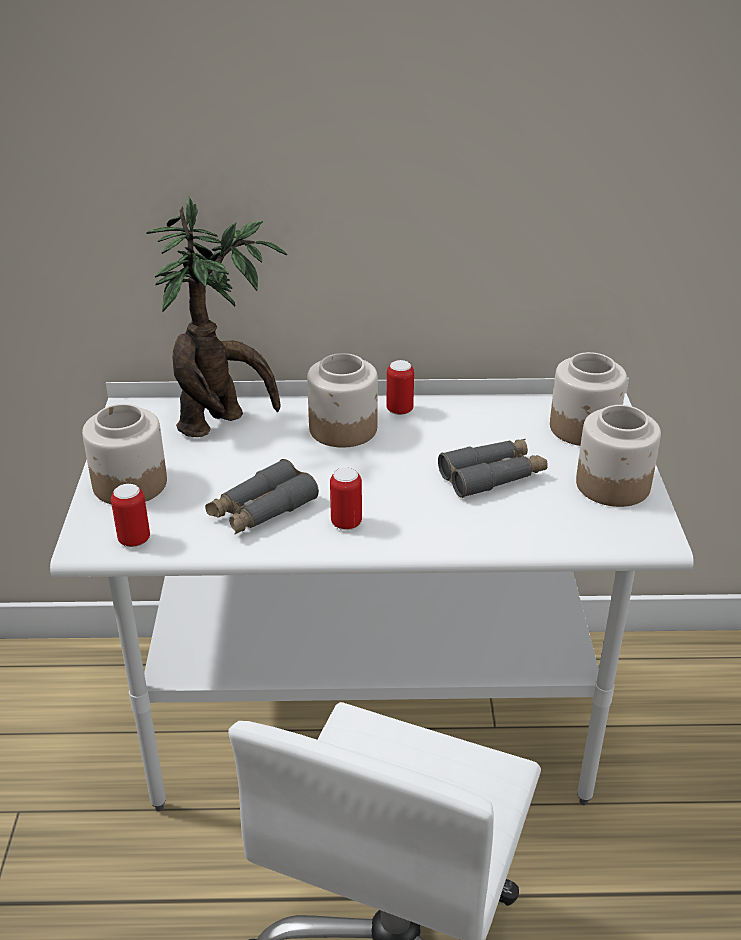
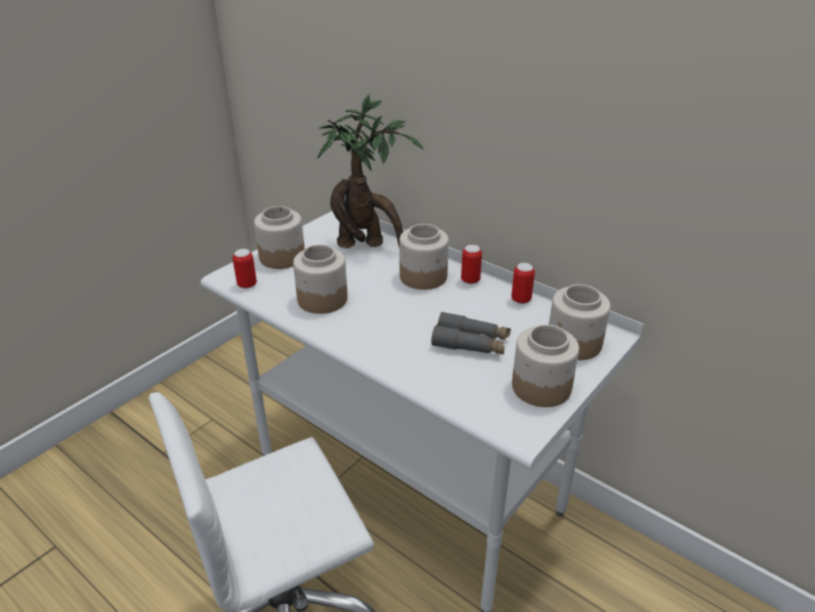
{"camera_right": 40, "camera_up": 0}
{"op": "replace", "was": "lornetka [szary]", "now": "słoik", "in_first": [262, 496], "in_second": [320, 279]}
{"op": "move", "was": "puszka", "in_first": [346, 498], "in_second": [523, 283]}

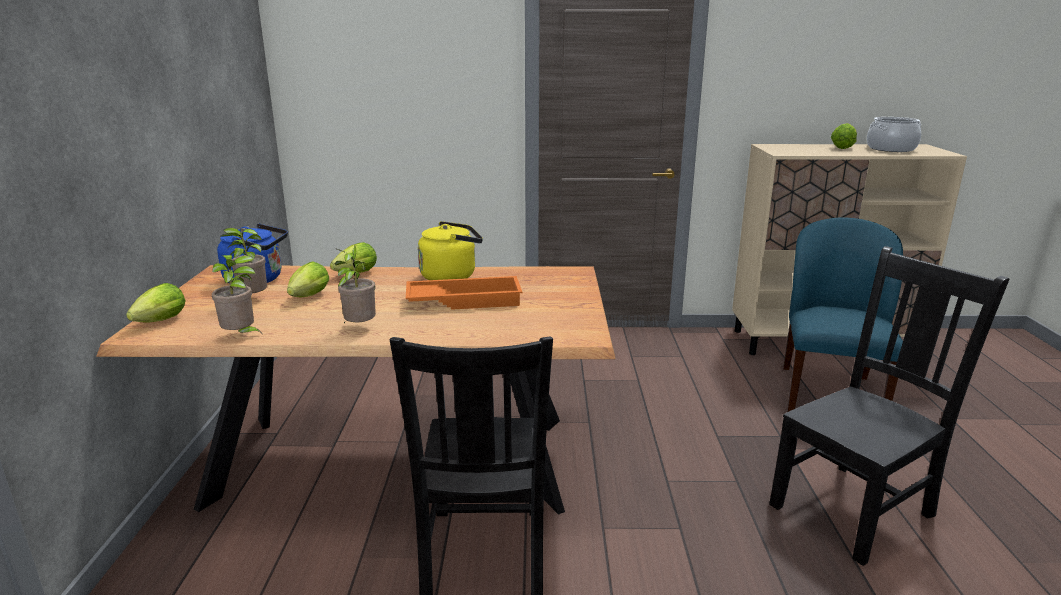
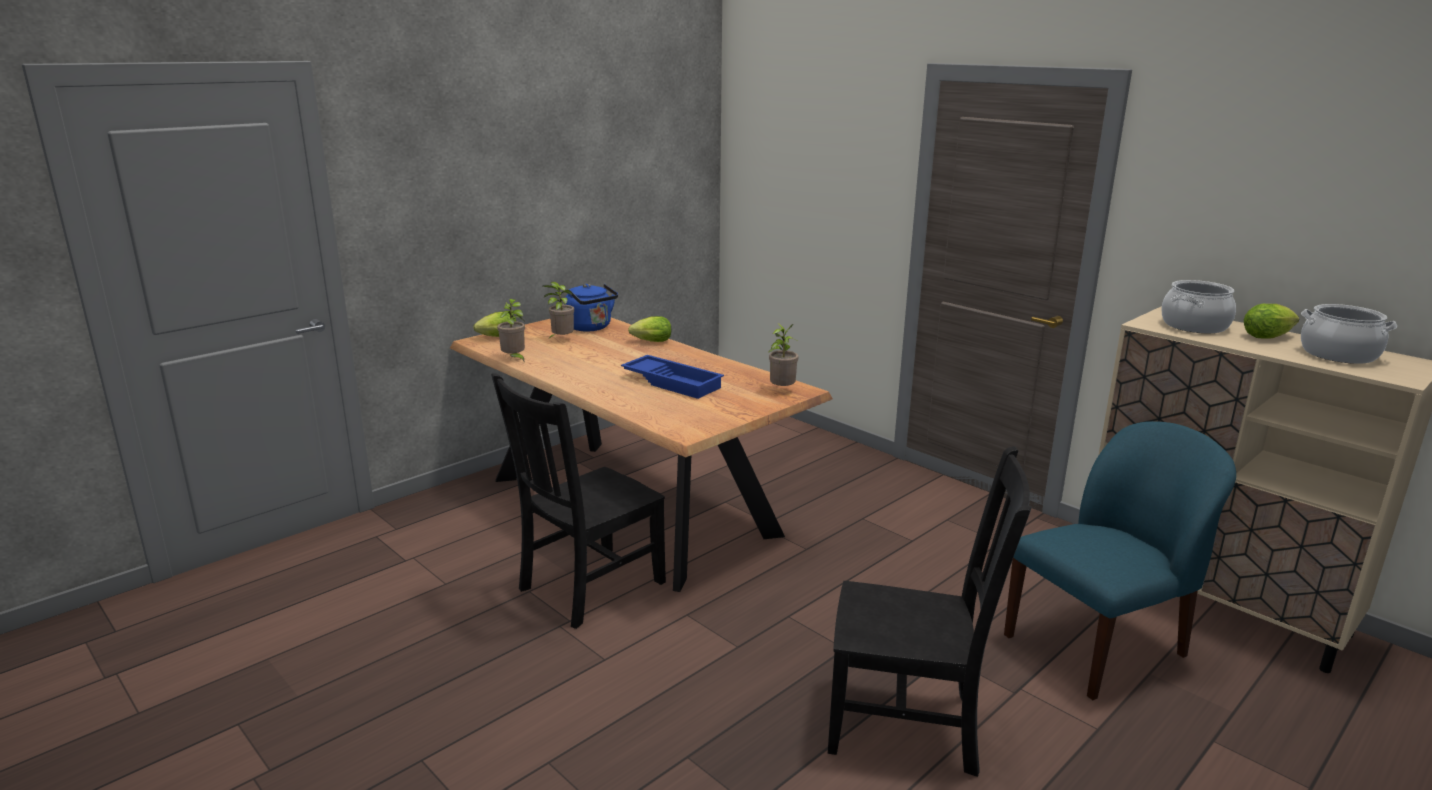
{"camera_right": 45, "camera_up": 0}
{"op": "delete", "was": "czajnik [żółty]", "in_first": [450, 250]}
{"op": "move", "was": "roślina doniczkowa", "in_first": [355, 284], "in_second": [783, 354]}
{"op": "delete", "was": "sałata", "in_first": [308, 279]}
{"op": "recolor", "was": "taca [pomarańczowy]", "now": "taca [niebieski]", "in_first": [464, 293], "in_second": [672, 377]}
{"op": "insert", "now": "garnek", "in_second": [1198, 306]}

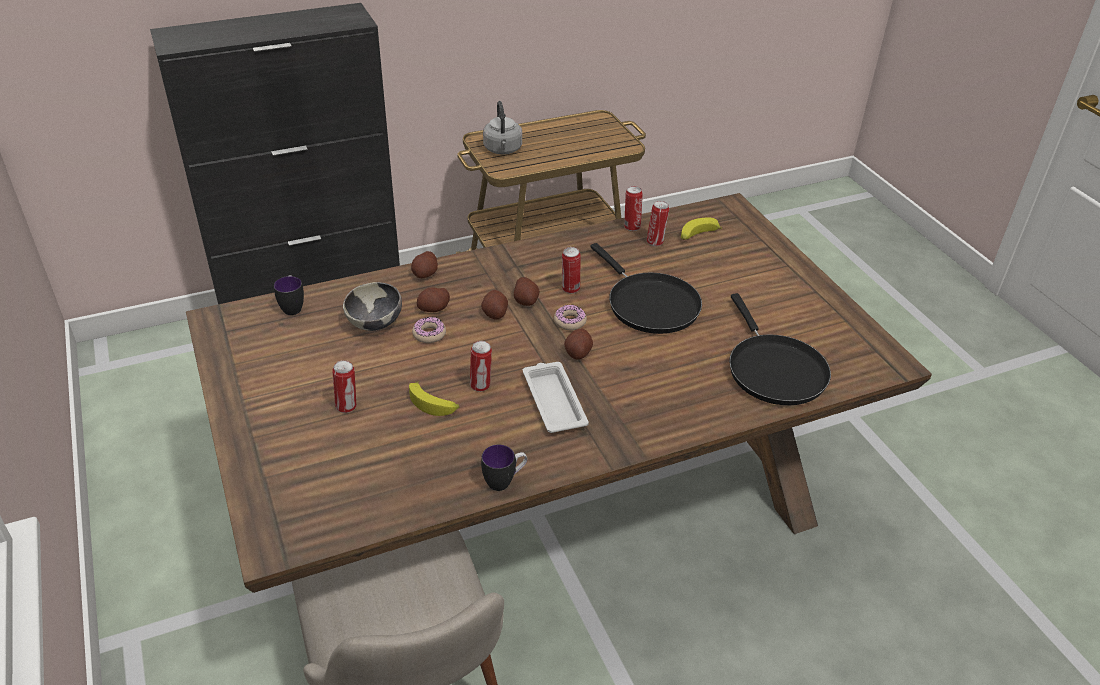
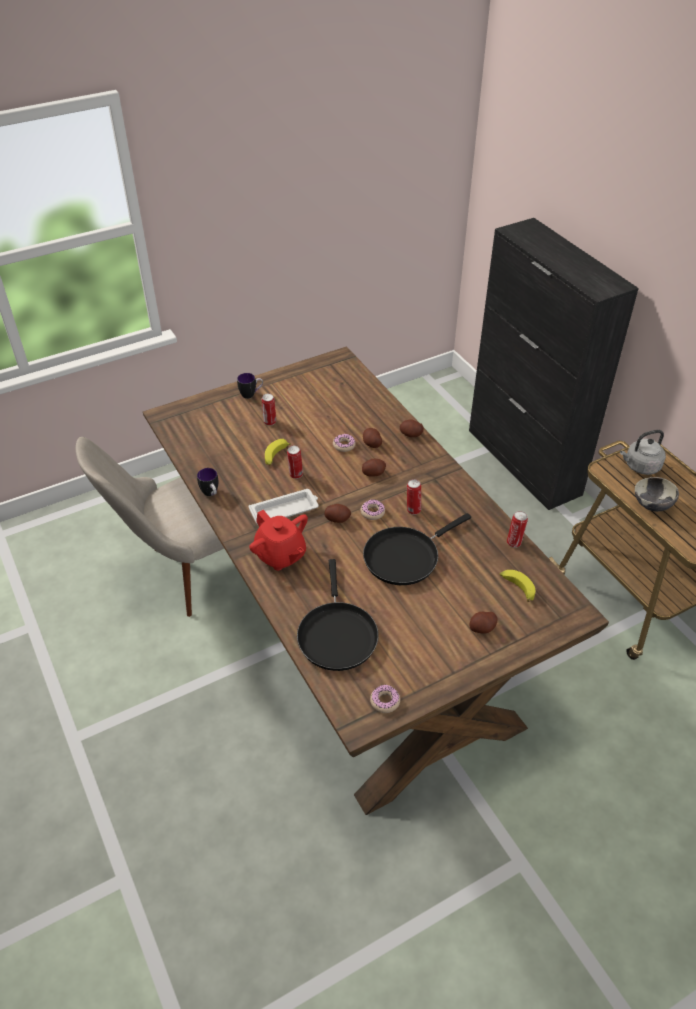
{"camera_right": 85, "camera_up": 5}
{"op": "delete", "was": "puszka", "in_first": [658, 223]}
{"op": "move", "was": "kubek", "in_first": [289, 295], "in_second": [250, 386]}
{"op": "move", "was": "ziemniak", "in_first": [527, 291], "in_second": [483, 622]}
{"op": "move", "was": "miska", "in_first": [372, 306], "in_second": [657, 494]}
{"op": "rotate", "was": "patelnia [czarny]", "in_first": [780, 349], "in_second": [338, 615], "clockwise": -75}
{"op": "insert", "now": "imbryk [czerwony]", "in_second": [278, 540]}
{"op": "insert", "now": "donut", "in_second": [385, 699]}

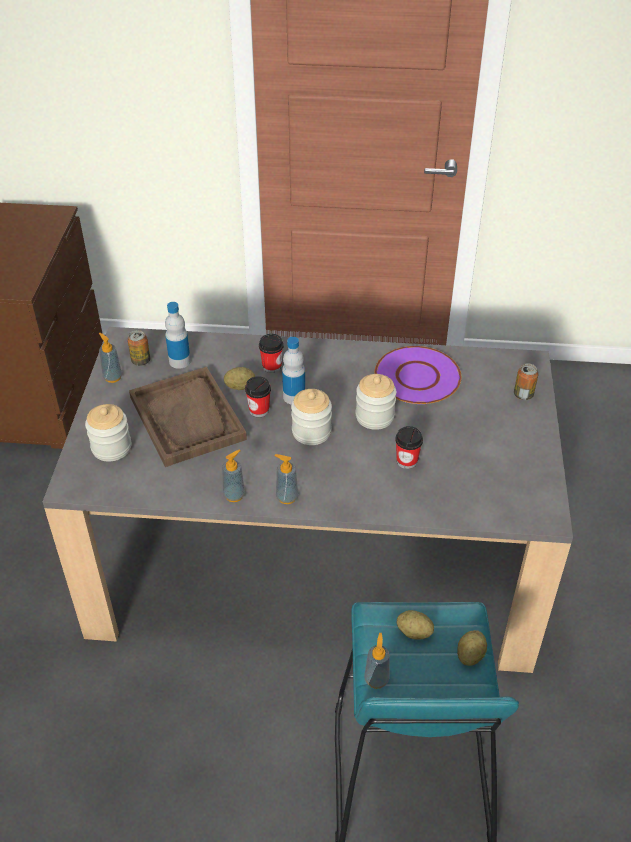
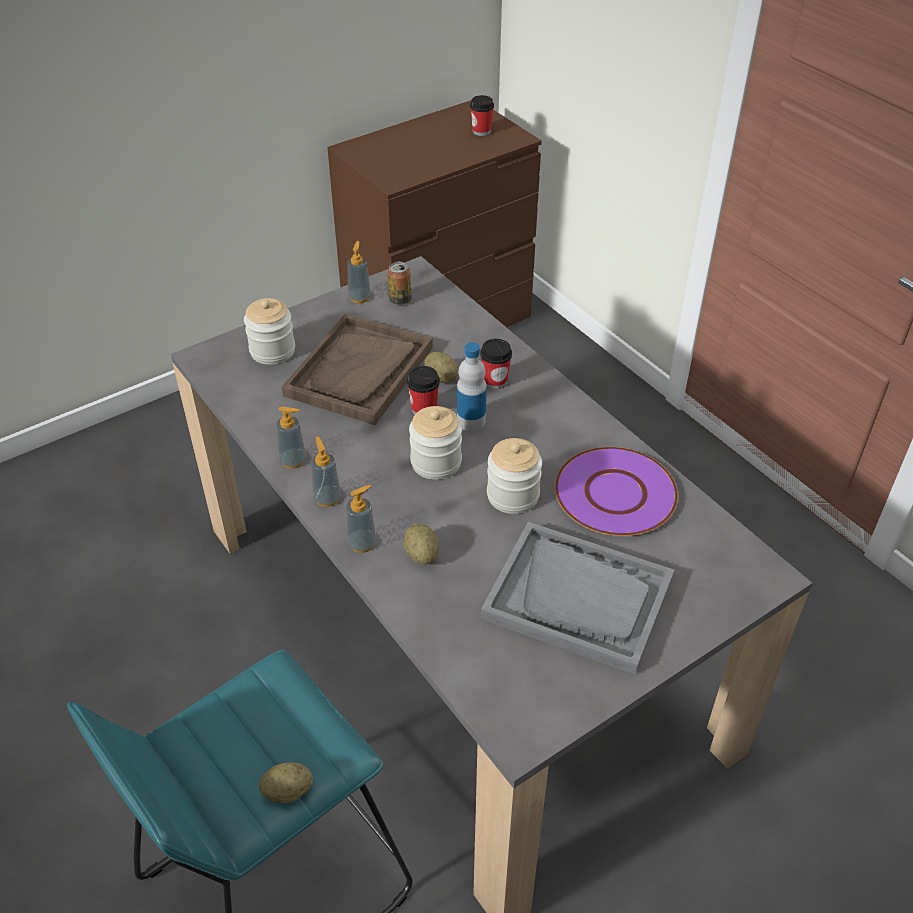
{"camera_right": 50, "camera_up": 0}
{"op": "delete", "was": "butelka", "in_first": [178, 335]}
{"op": "delete", "was": "puszka", "in_first": [526, 381]}
{"op": "move", "was": "filiżanka", "in_first": [409, 447], "in_second": [482, 115]}
{"op": "move", "was": "ziemniak", "in_first": [415, 625], "in_second": [421, 544]}
{"op": "move", "was": "dozownik mydła", "in_first": [377, 661], "in_second": [361, 519]}
{"op": "insert", "now": "taca [szary]", "in_second": [578, 598]}

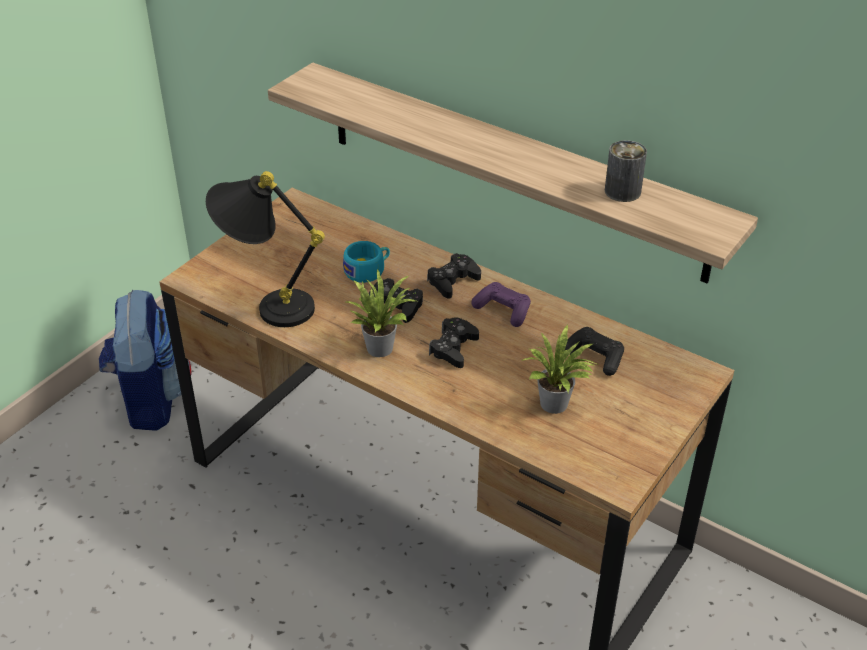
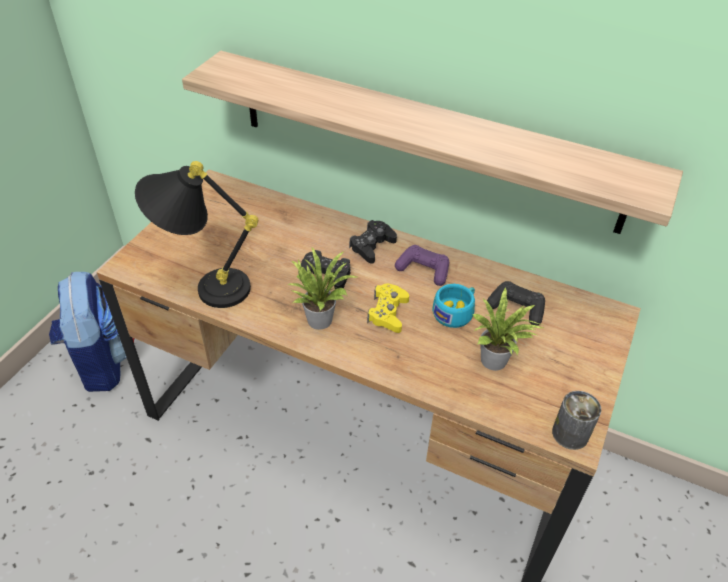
{"camera_right": -10, "camera_up": 5}
{"op": "move", "was": "puszka", "in_first": [626, 171], "in_second": [576, 420]}
{"op": "move", "was": "filiżanka [turkusowy]", "in_first": [366, 262], "in_second": [453, 306]}
{"op": "recolor", "was": "pad do gier [czarny]", "now": "pad do gier [żółty]", "in_first": [454, 343], "in_second": [388, 308]}

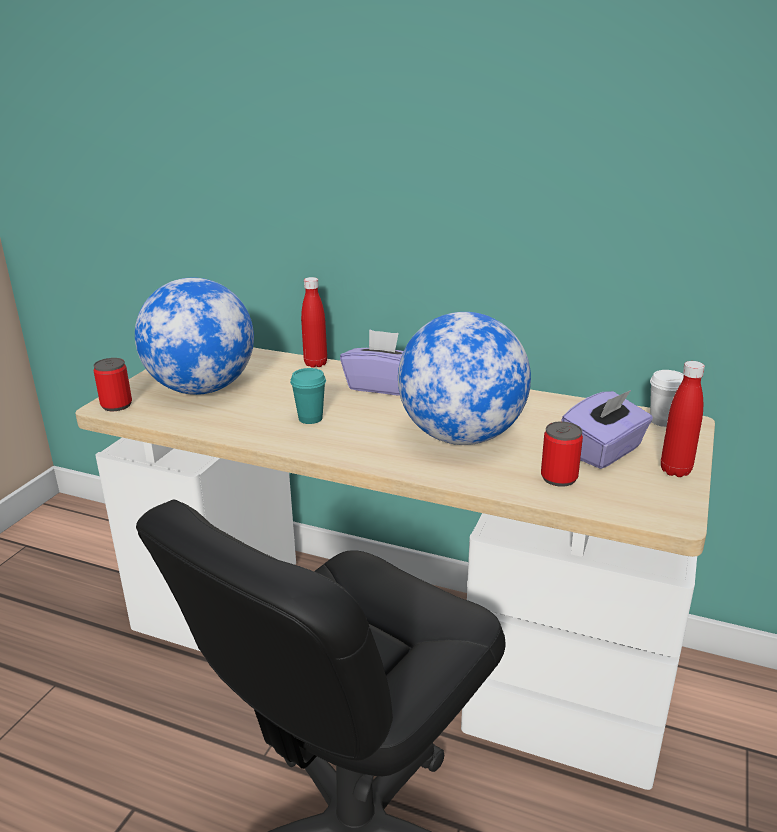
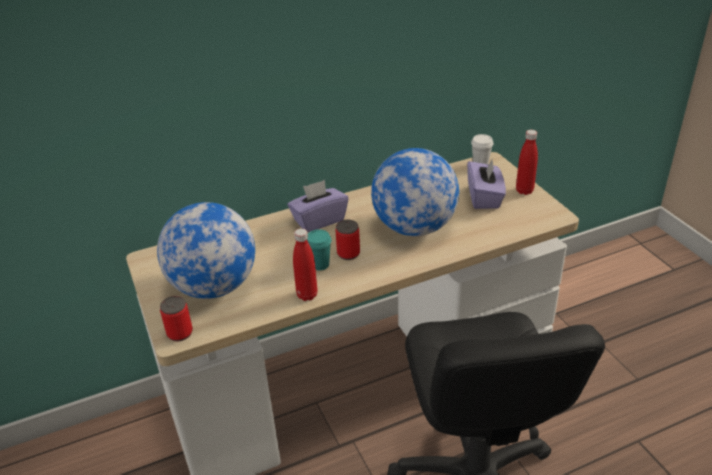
{"camera_right": -45, "camera_up": 10}
{"op": "move", "was": "butelka [czerwony]", "in_first": [314, 322], "in_second": [305, 264]}
{"op": "move", "was": "puszka", "in_first": [562, 454], "in_second": [347, 240]}

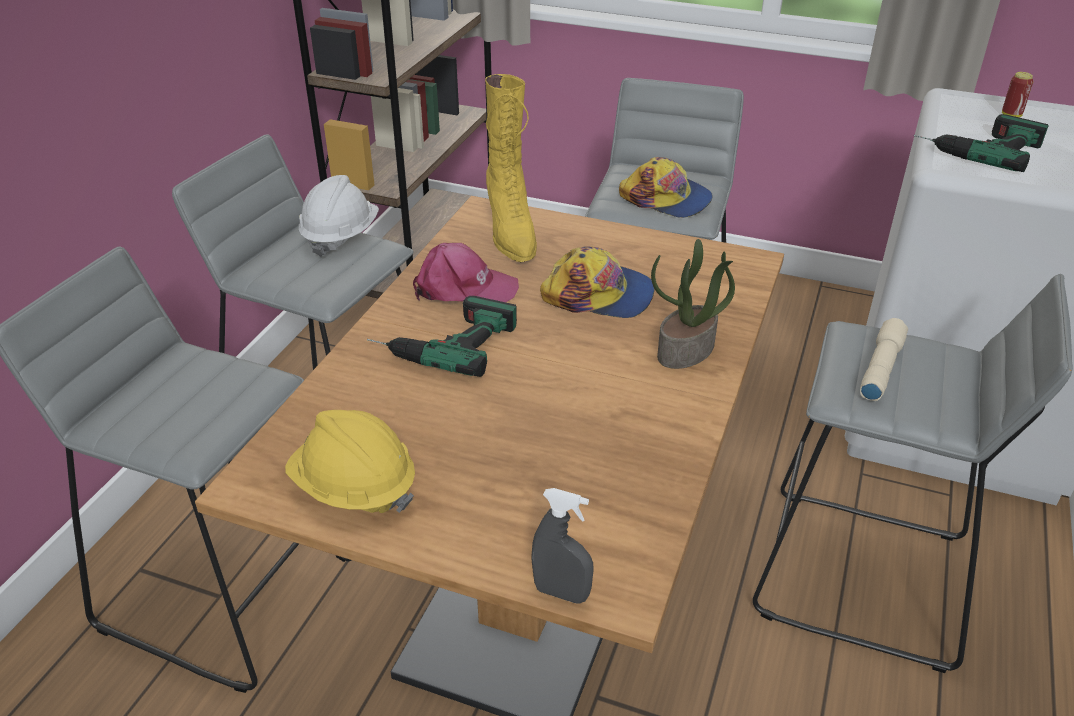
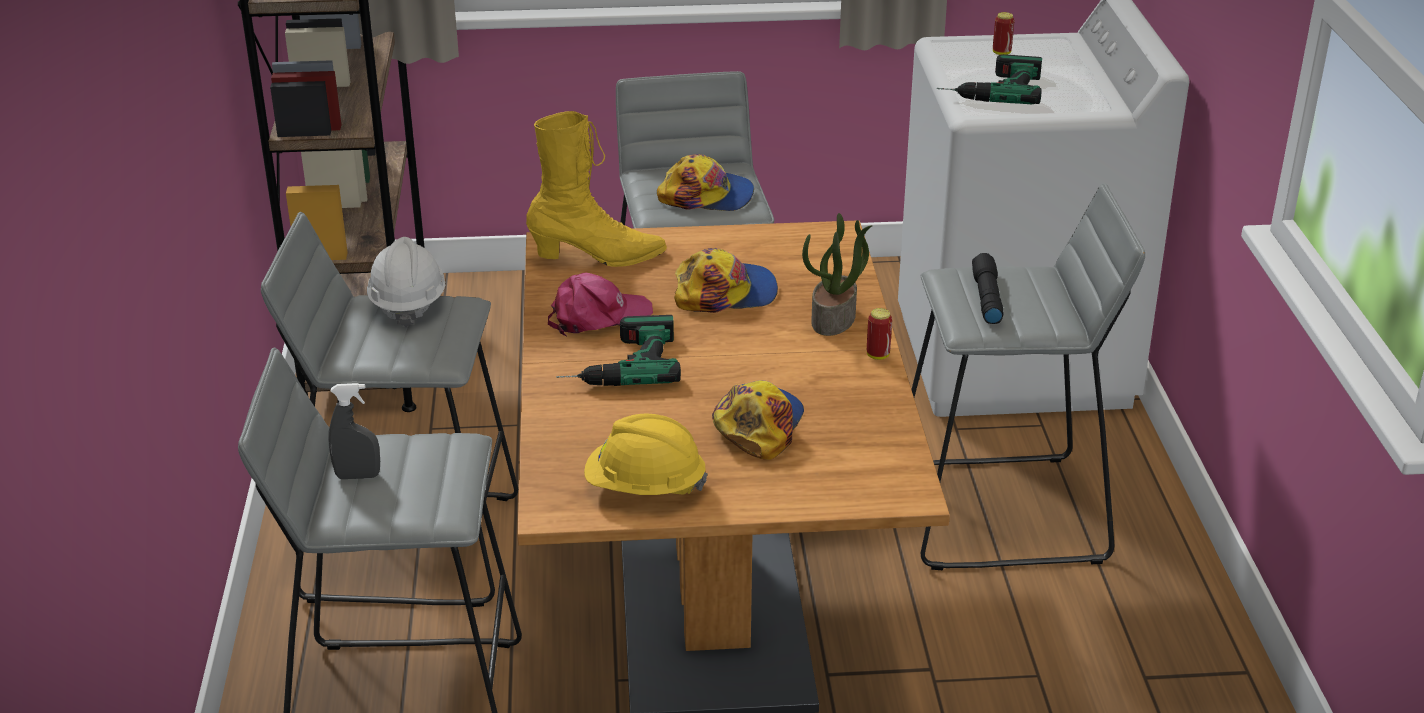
{"camera_right": -25, "camera_up": -5}
{"op": "rotate", "was": "but z cholewką [żółty]", "in_first": [511, 168], "in_second": [596, 189], "clockwise": -60}
{"op": "recolor", "was": "latarka [beżowy]", "now": "latarka [czarny]", "in_first": [884, 359], "in_second": [988, 288]}
{"op": "move", "was": "spryskiwacz [szary]", "in_first": [563, 546], "in_second": [354, 431]}
{"op": "insert", "now": "puszka", "in_second": [879, 334]}
{"op": "insert", "now": "czapka z daszkiem", "in_second": [758, 420]}

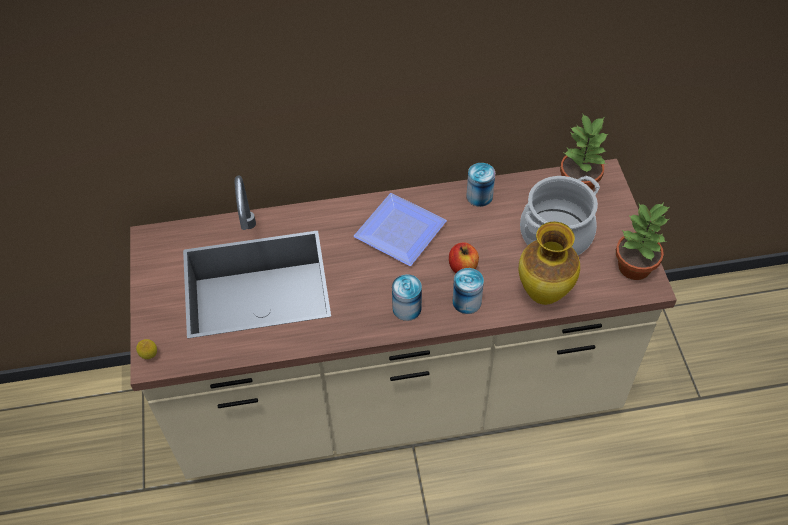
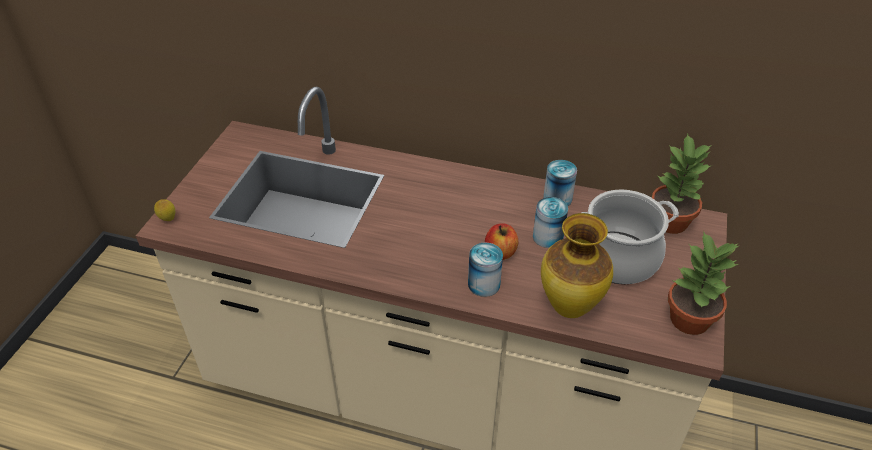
{"camera_right": 25, "camera_up": -10}
{"op": "delete", "was": "talerz", "in_first": [400, 229]}
{"op": "move", "was": "puszka", "in_first": [407, 297], "in_second": [550, 222]}

